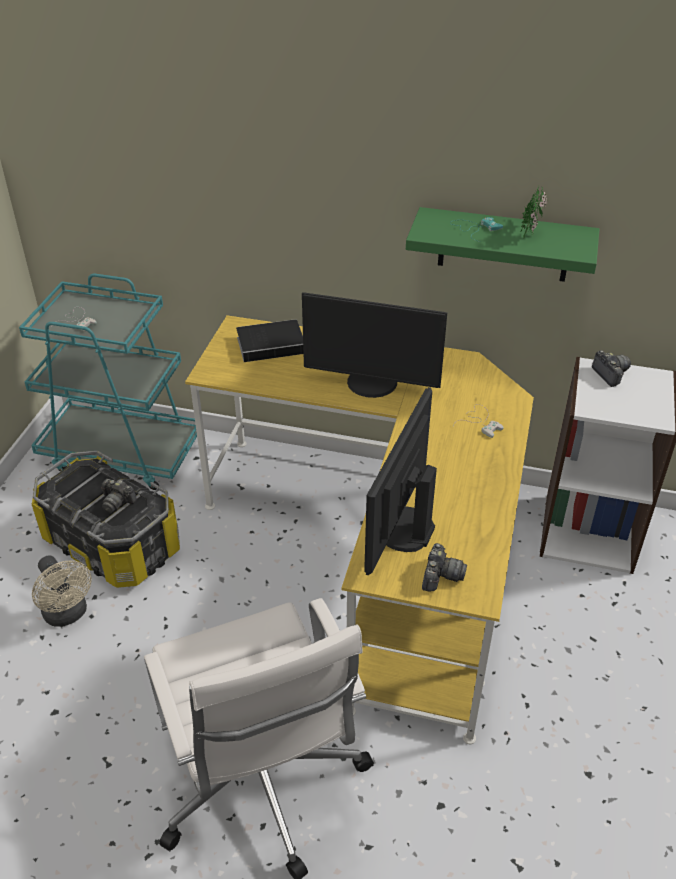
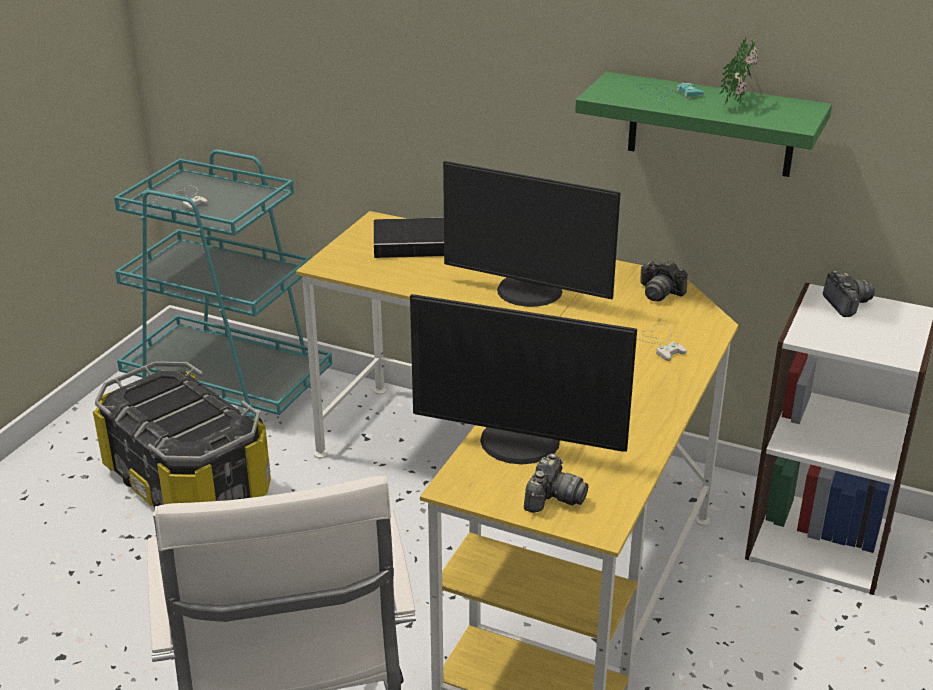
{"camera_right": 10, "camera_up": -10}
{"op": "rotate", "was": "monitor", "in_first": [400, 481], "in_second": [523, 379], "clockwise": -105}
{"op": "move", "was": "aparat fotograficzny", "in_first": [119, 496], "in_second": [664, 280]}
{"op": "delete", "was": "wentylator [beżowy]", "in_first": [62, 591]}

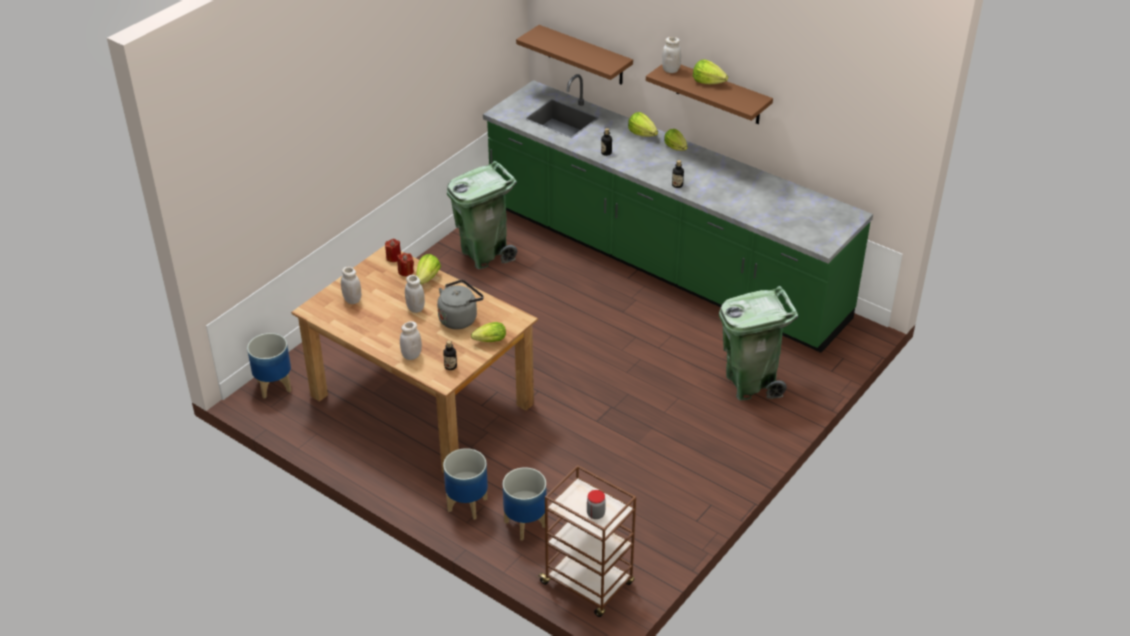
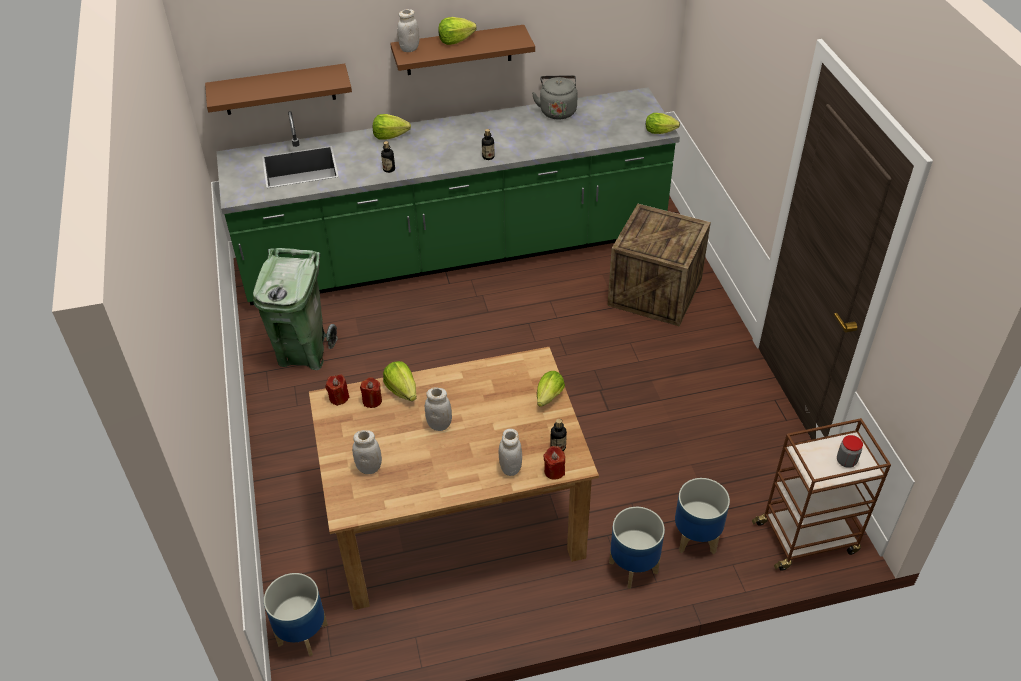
{"camera_right": -50, "camera_up": 5}
{"op": "move", "was": "sałata", "in_first": [676, 140], "in_second": [663, 123]}
{"op": "move", "was": "czajnik [szary]", "in_first": [460, 304], "in_second": [555, 97]}
{"op": "replace", "was": "kosz na śmieci [zielony]", "now": "skrzynka", "in_first": [758, 343], "in_second": [659, 265]}
{"op": "insert", "now": "świeca [czerwony]", "in_second": [554, 463]}

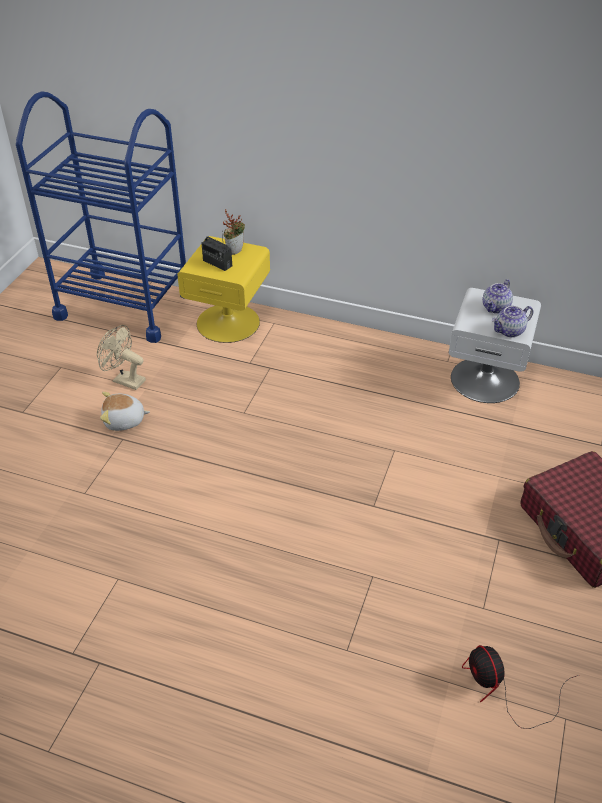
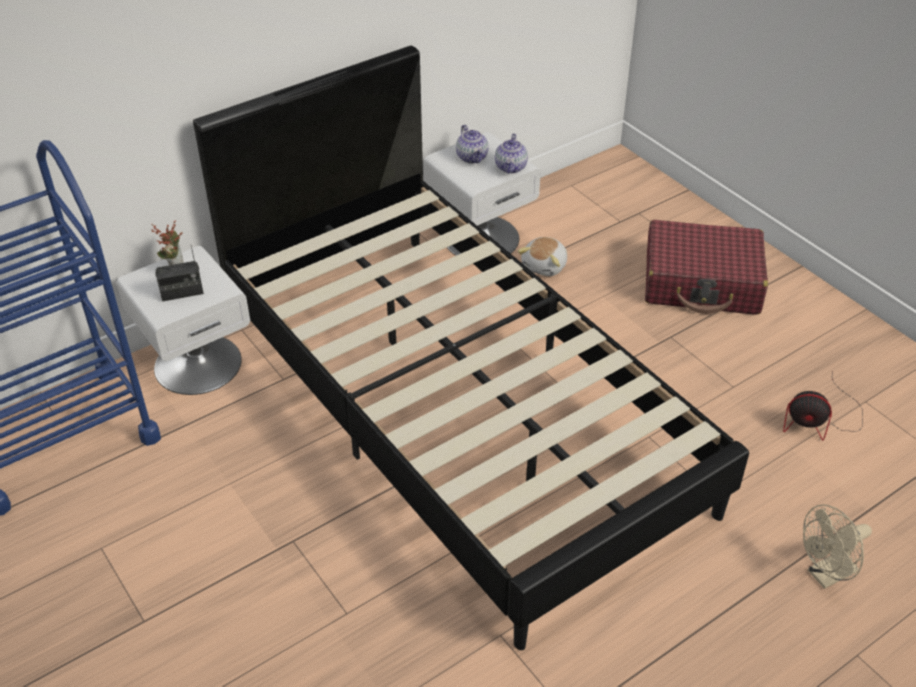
{"camera_right": -55, "camera_up": 0}
{"op": "recolor", "was": "szafka nocna [żółty]", "now": "szafka nocna [biały]", "in_first": [223, 289], "in_second": [183, 320]}
{"op": "move", "was": "wentylator [beżowy]", "in_first": [121, 357], "in_second": [837, 546]}
{"op": "move", "was": "pluszak", "in_first": [125, 411], "in_second": [542, 256]}
{"op": "insert", "now": "łóżko [czarny]", "in_second": [471, 348]}

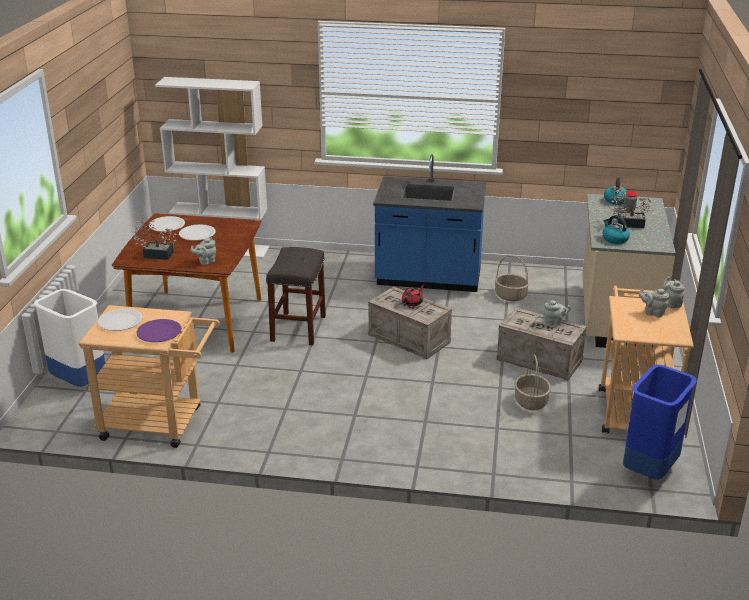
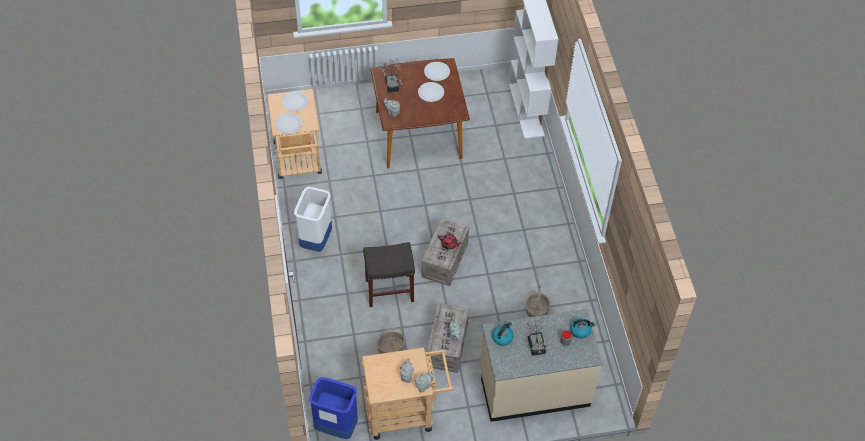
{"camera_right": 70, "camera_up": 25}
{"op": "delete", "was": "zabudowa kuchenna [niebieski]", "in_first": [430, 223]}
{"op": "move", "was": "stołek [szary]", "in_first": [296, 296], "in_second": [389, 274]}
{"op": "move", "was": "kosz na śmieci [biały]", "in_first": [69, 338], "in_second": [313, 219]}
{"op": "recolor", "was": "talerz [fioletowy]", "now": "talerz [biały]", "in_first": [159, 330], "in_second": [288, 123]}

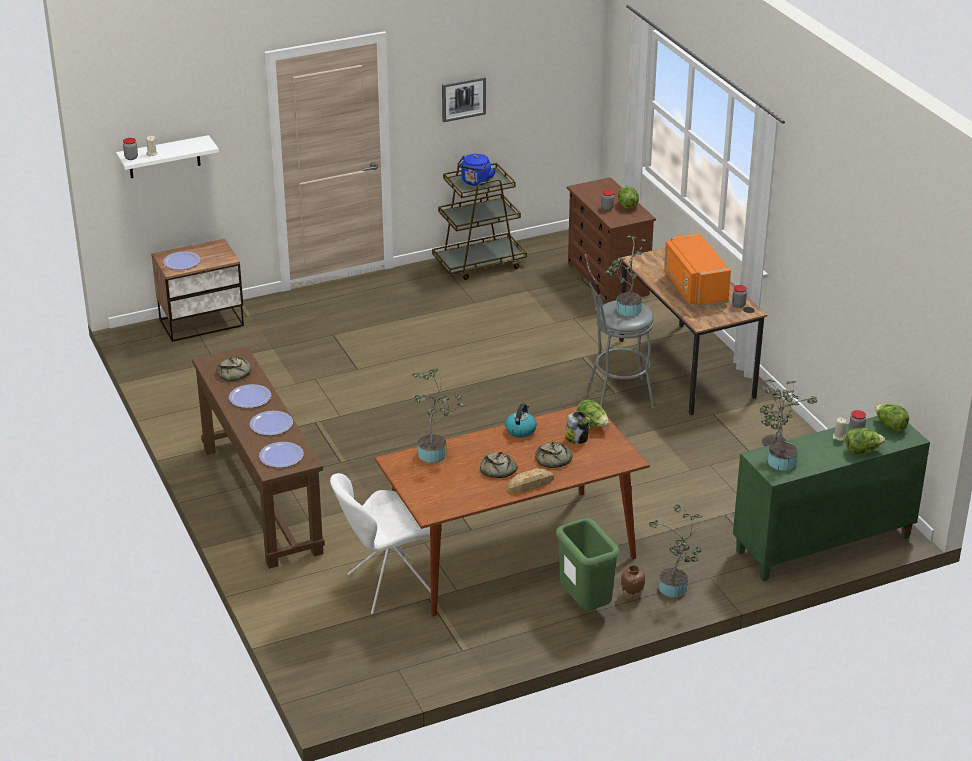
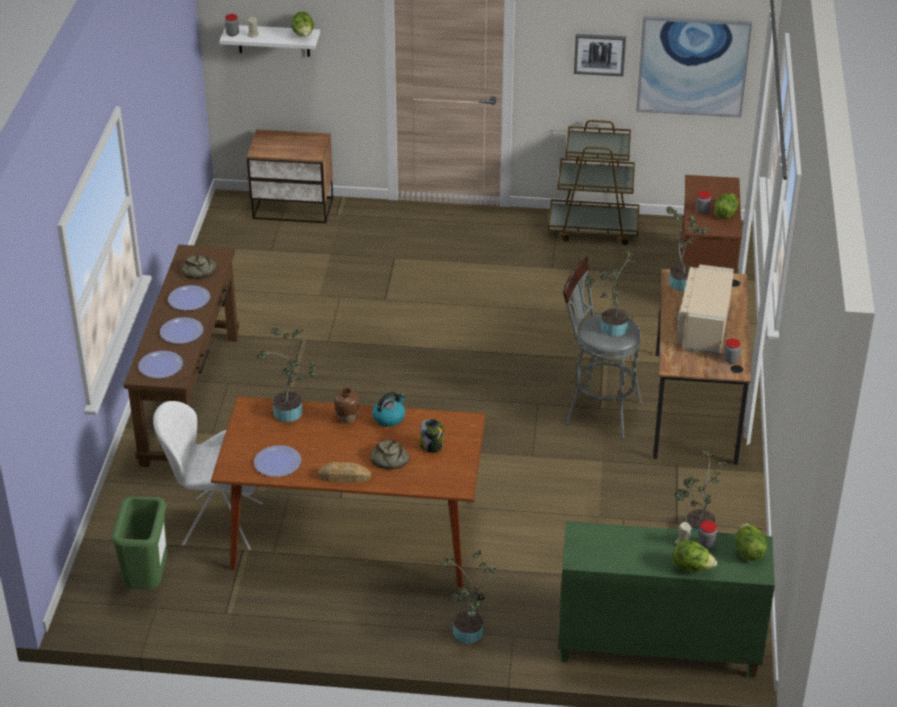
{"camera_right": 30, "camera_up": 5}
{"op": "delete", "was": "czajnik [niebieski]", "in_first": [476, 170]}
{"op": "recolor", "was": "mikrofalówka [pomarańczowy]", "now": "mikrofalówka [beżowy]", "in_first": [697, 270], "in_second": [705, 309]}
{"op": "move", "was": "talerz", "in_first": [181, 260], "in_second": [277, 461]}
{"op": "move", "was": "roślina doniczkowa", "in_first": [789, 428], "in_second": [687, 248]}
{"op": "move", "was": "sałata", "in_first": [592, 413], "in_second": [302, 24]}
{"op": "delete", "was": "chleb", "in_first": [499, 465]}
{"op": "move", "was": "kosz na śmieci [zielony]", "in_first": [588, 564], "in_second": [139, 543]}
{"op": "move", "was": "wazon [brązowy]", "in_first": [633, 582], "in_second": [346, 406]}
{"op": "insert", "now": "obraz", "in_second": [694, 66]}

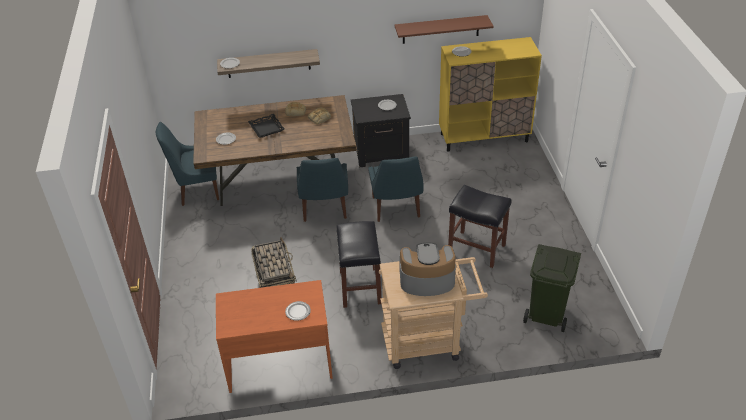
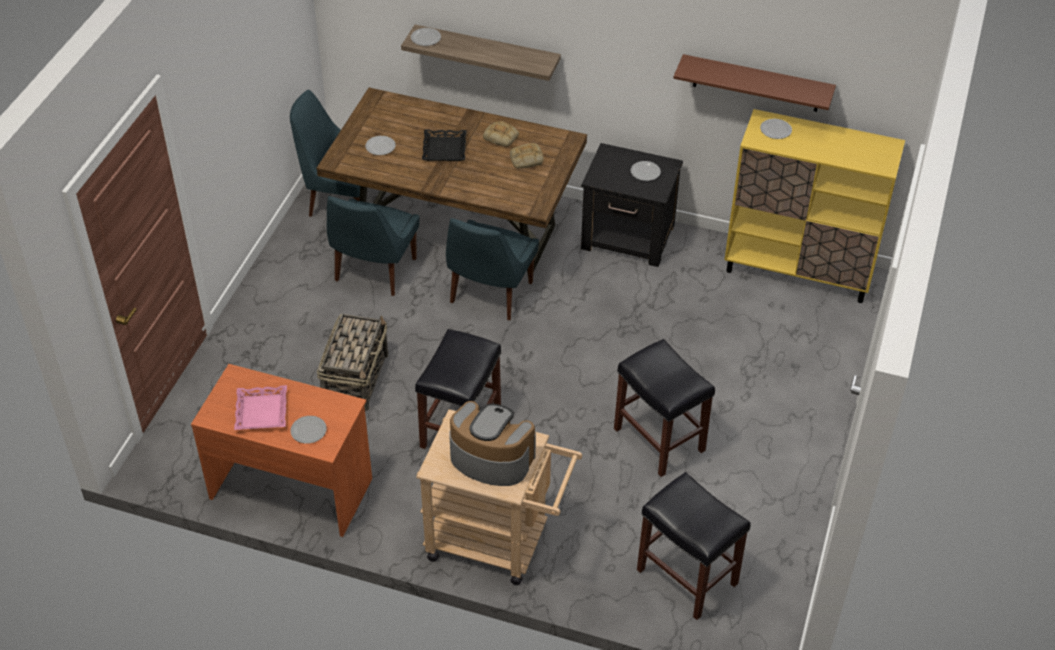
{"camera_right": 25, "camera_up": 5}
{"op": "move", "was": "krzesło [niebieski]", "in_first": [396, 189], "in_second": [373, 246]}
{"op": "replace", "was": "kosz na śmieci [zielony]", "now": "stołek [czarny]", "in_first": [552, 288], "in_second": [694, 546]}
{"op": "insert", "now": "taca [różowy]", "in_second": [260, 407]}

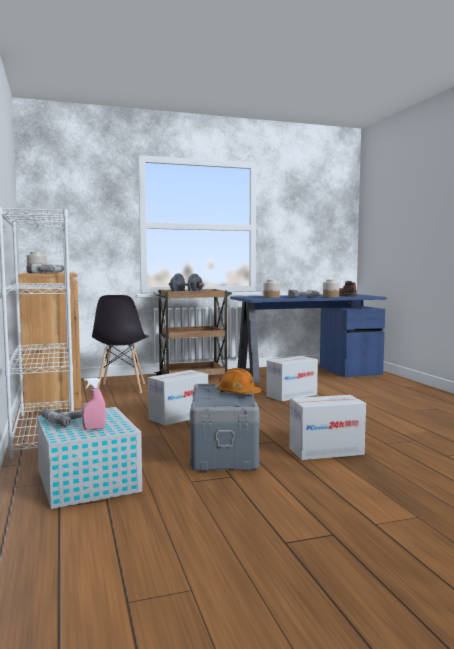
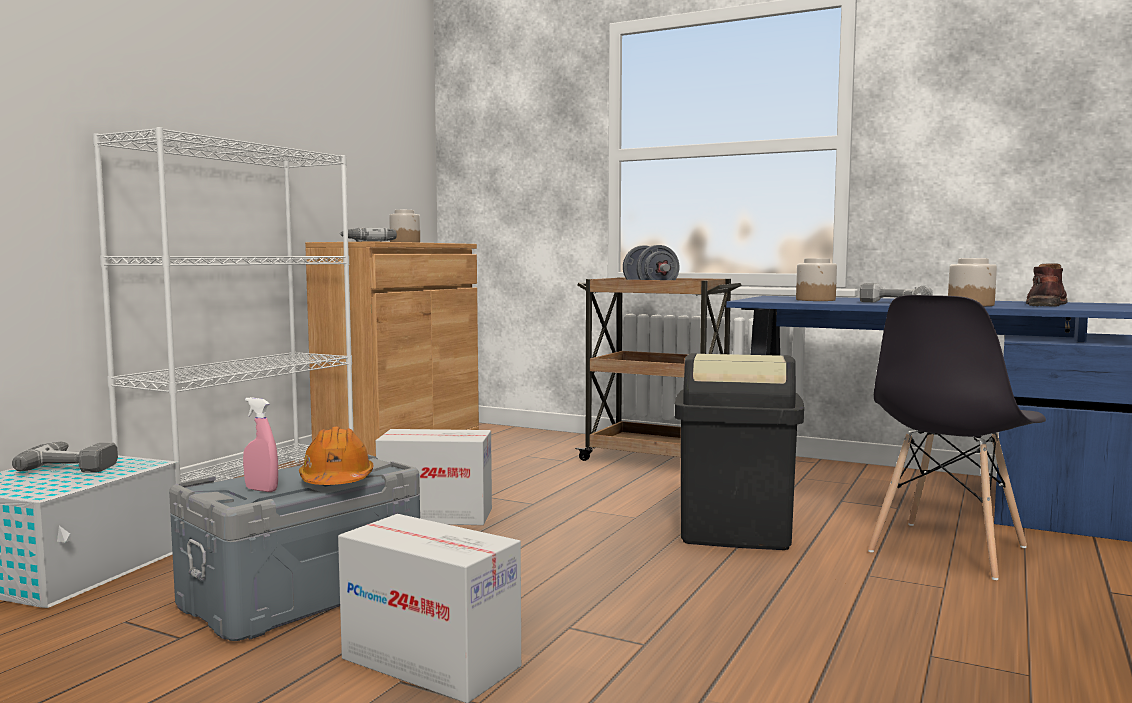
{"camera_right": 45, "camera_up": 0}
{"op": "move", "was": "krzesło [szary]", "in_first": [120, 344], "in_second": [957, 437]}
{"op": "replace", "was": "karton", "now": "kosz na śmieci [czarny]", "in_first": [292, 379], "in_second": [739, 451]}
{"op": "move", "was": "spryskiwacz [różowy]", "in_first": [94, 404], "in_second": [260, 444]}

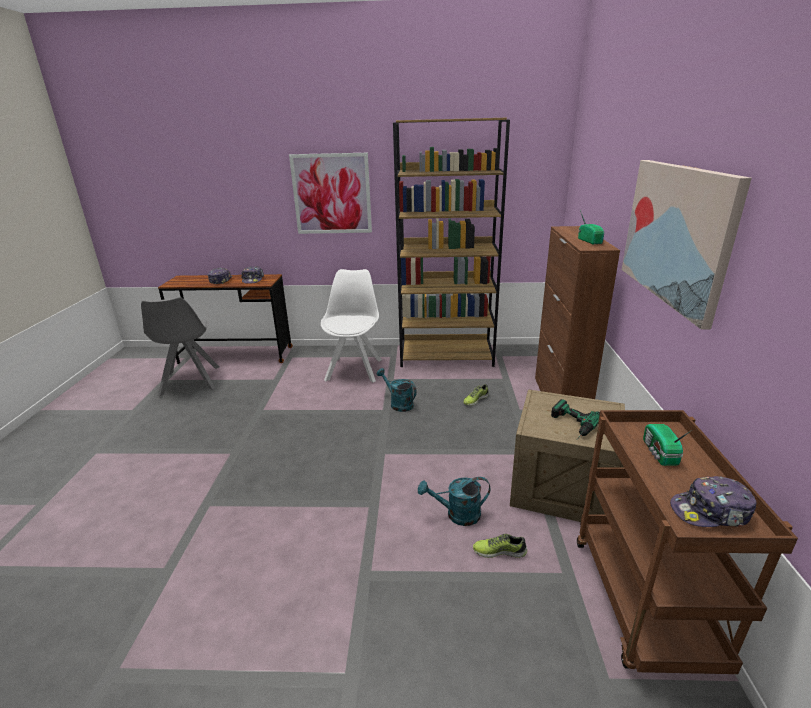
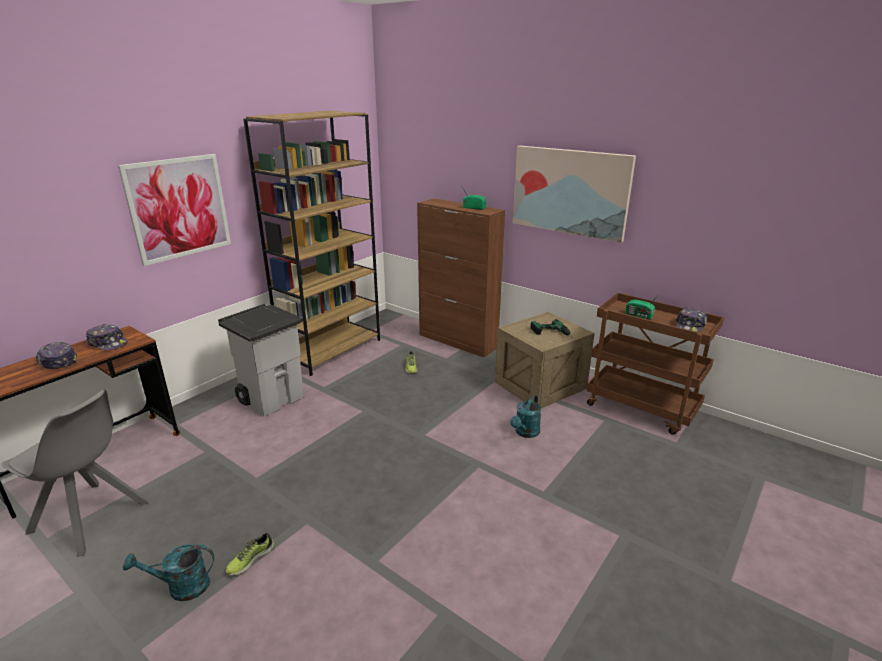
{"camera_right": -55, "camera_up": 0}
{"op": "replace", "was": "krzesło [biały]", "now": "kosz na śmieci [szary]", "in_first": [351, 325], "in_second": [261, 360]}
{"op": "move", "was": "konewka [turkusowy]", "in_first": [396, 390], "in_second": [168, 572]}
{"op": "move", "was": "but", "in_first": [500, 546], "in_second": [250, 554]}

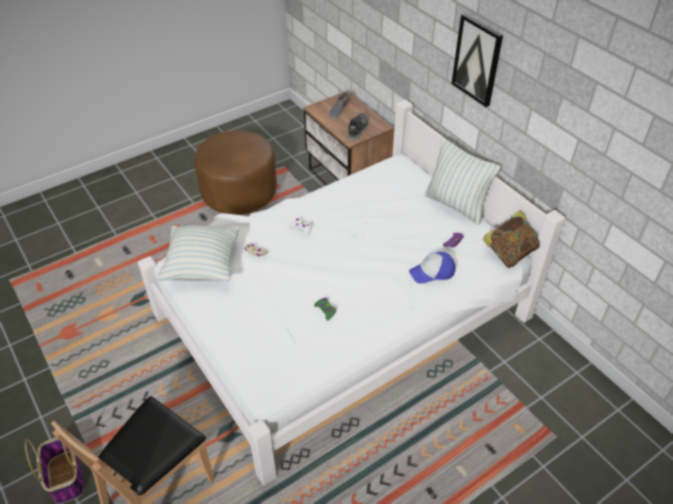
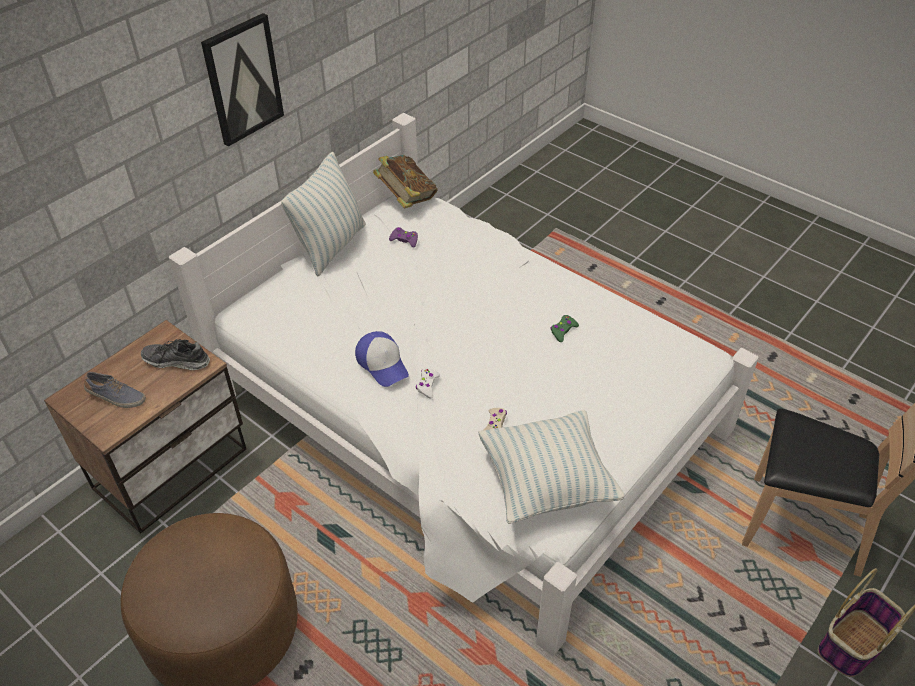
{"camera_right": -105, "camera_up": 0}
{"op": "move", "was": "czapka z daszkiem", "in_first": [432, 268], "in_second": [382, 359]}

